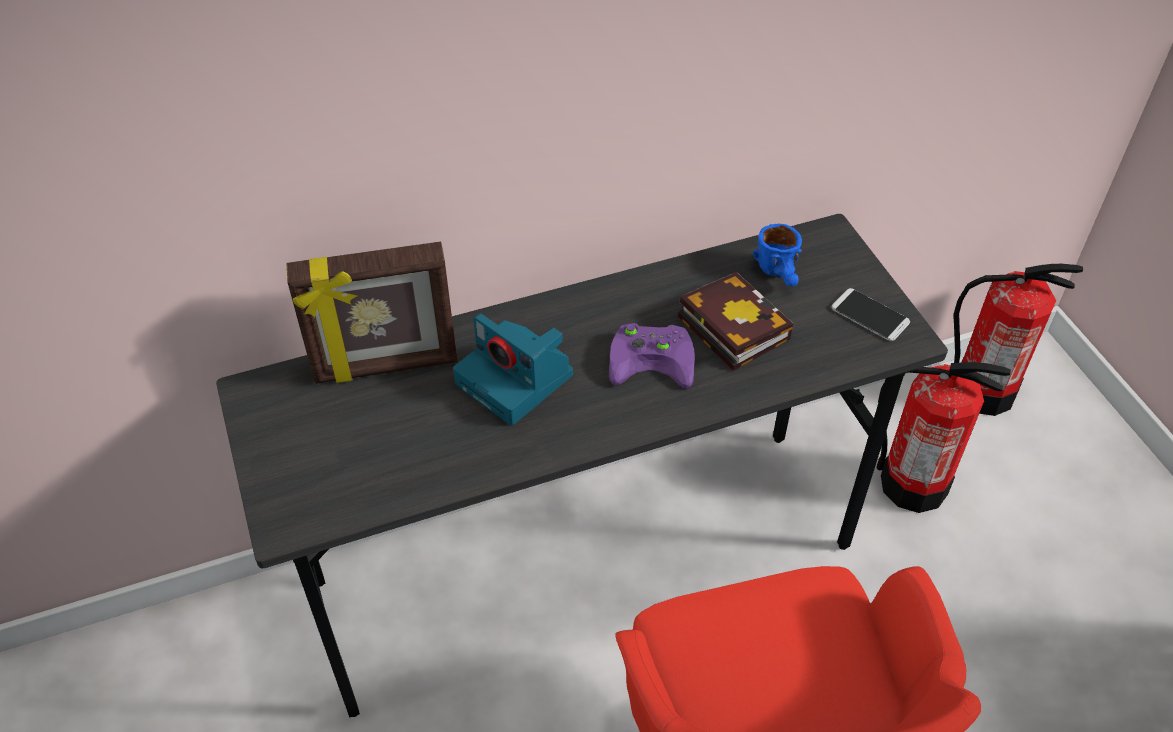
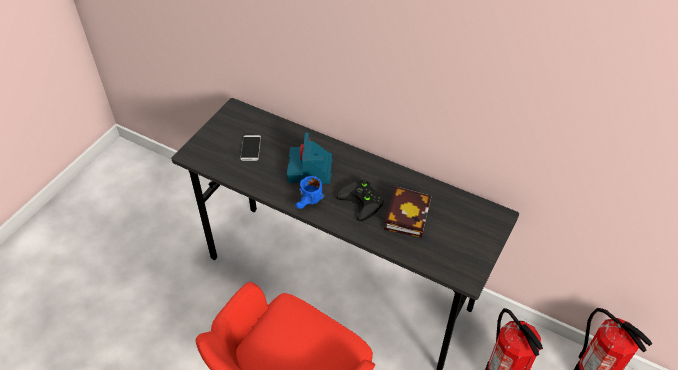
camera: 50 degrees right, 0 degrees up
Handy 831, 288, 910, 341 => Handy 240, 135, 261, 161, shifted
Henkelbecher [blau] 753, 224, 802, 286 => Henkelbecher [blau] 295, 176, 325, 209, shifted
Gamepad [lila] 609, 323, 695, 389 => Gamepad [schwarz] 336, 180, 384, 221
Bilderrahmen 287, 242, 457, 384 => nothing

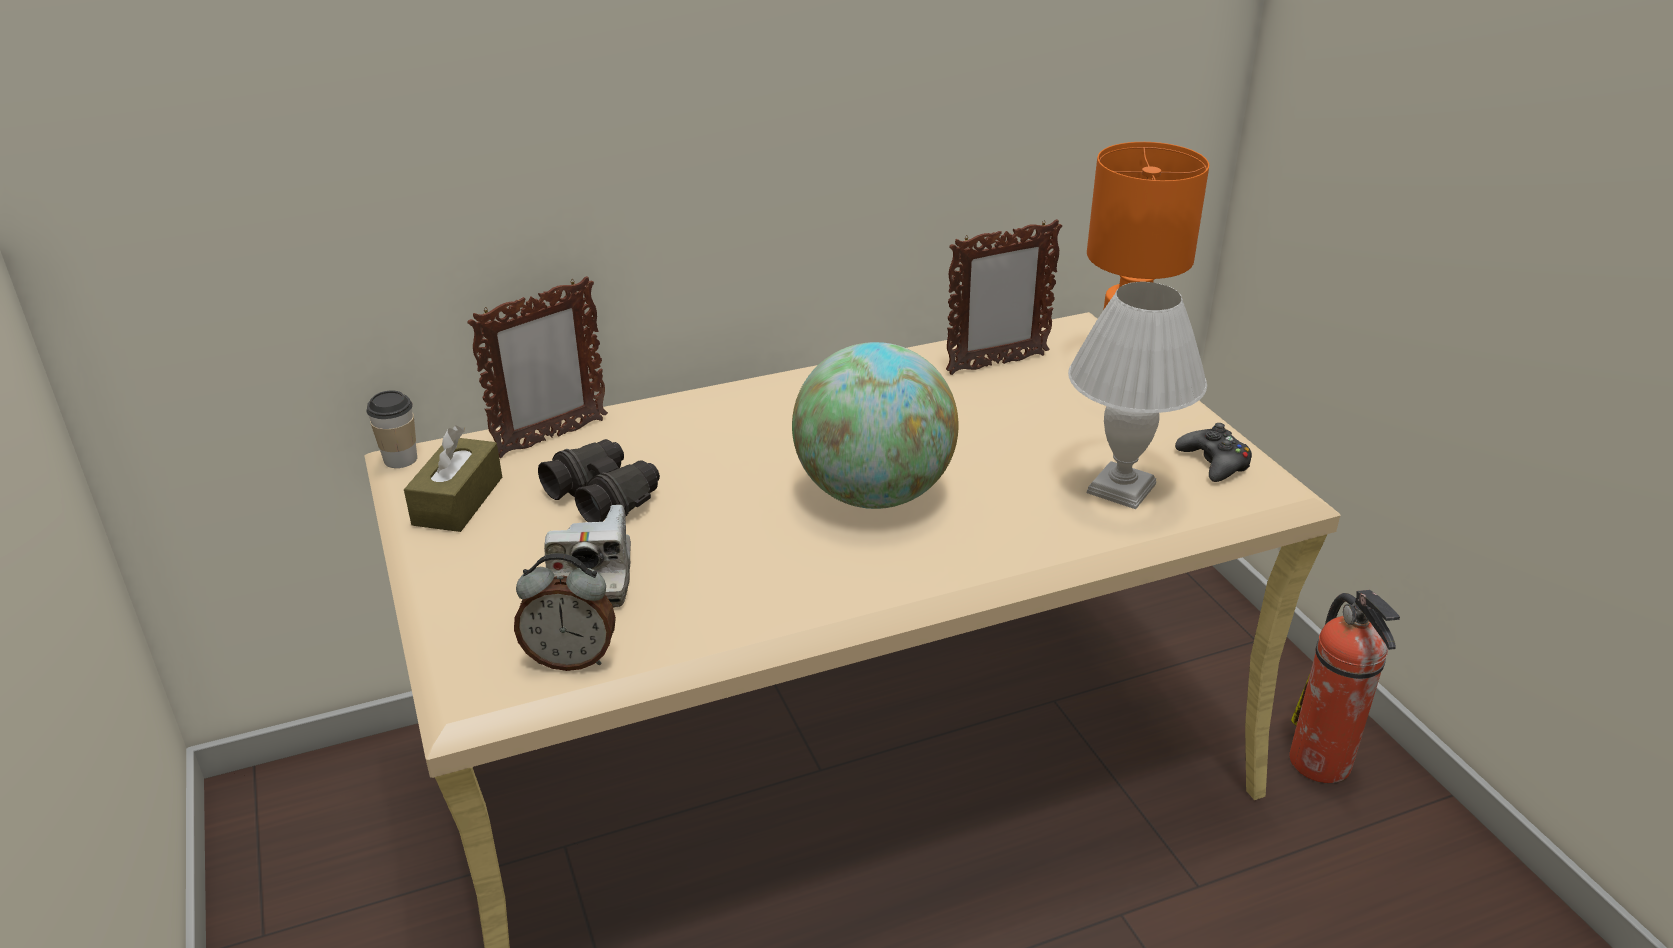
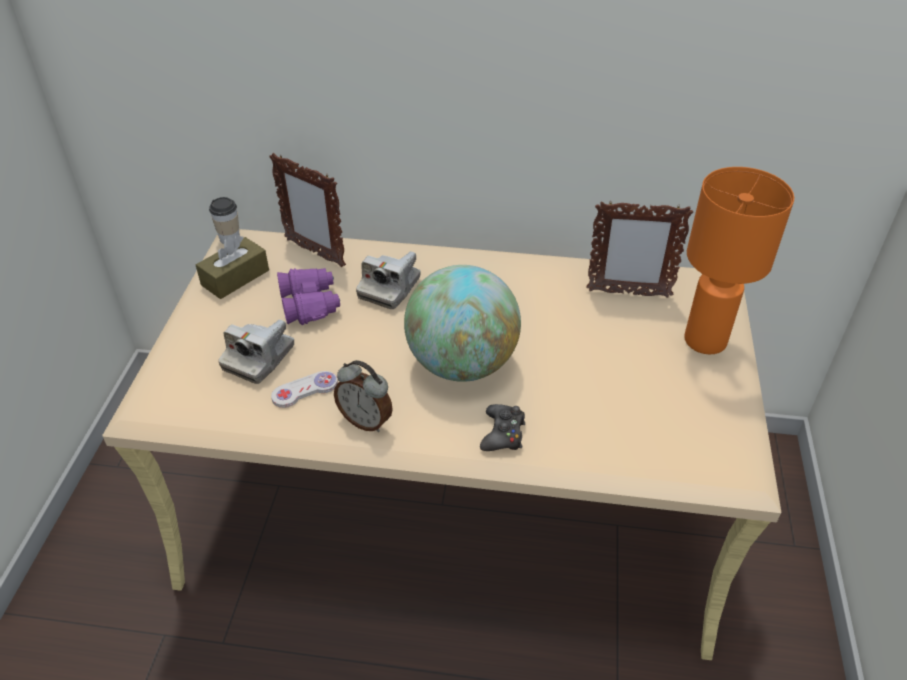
camera: 30 degrees right, 10 degrees up
Bilderrahmen 467, 276, 608, 458 => Bilderrahmen 269, 153, 346, 267, 45 degrees clockwise
nothing => Gamepad [weiß] 271, 371, 338, 408
Fernglas [schwarz] 538, 439, 660, 522 => Fernglas [lila] 277, 268, 340, 325
Wecker 514, 553, 616, 671 => Wecker 334, 360, 393, 432, shifted
nothing => Kamera 356, 251, 421, 309
Gamepad [schwarz] 1175, 423, 1252, 482 => Gamepad [schwarz] 480, 404, 525, 451, shifted
Tischlampe [weiß] 1068, 282, 1207, 509 => nothing
Feuerlöscher 1289, 590, 1400, 783 => nothing

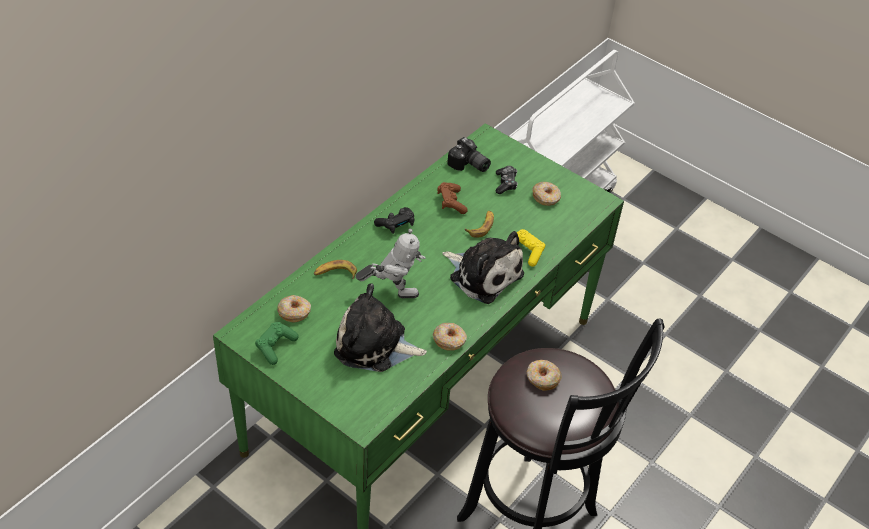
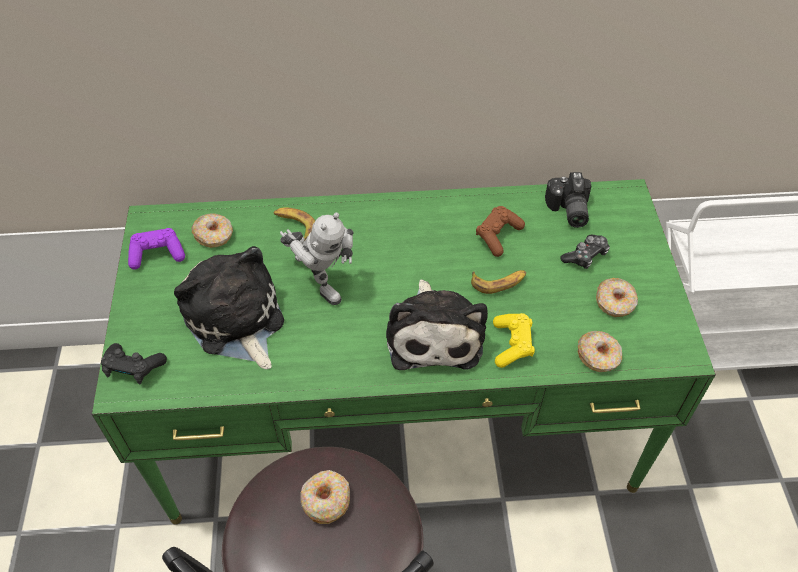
camera: 50 degrees right, 5 degrees up
Gamepad [schwarz] 374, 207, 414, 234 => Gamepad [schwarz] 101, 343, 167, 385, shifted
Gamepad [grün] 255, 322, 299, 365 => Gamepad [lila] 128, 228, 185, 269
Donut 433, 323, 467, 351 => Donut 578, 331, 622, 372, shifted

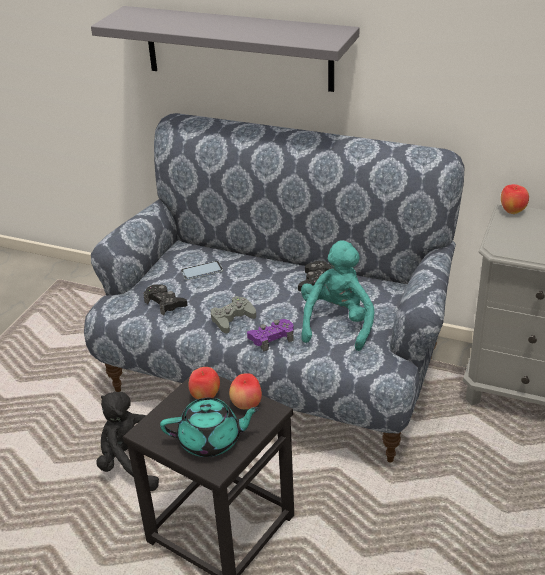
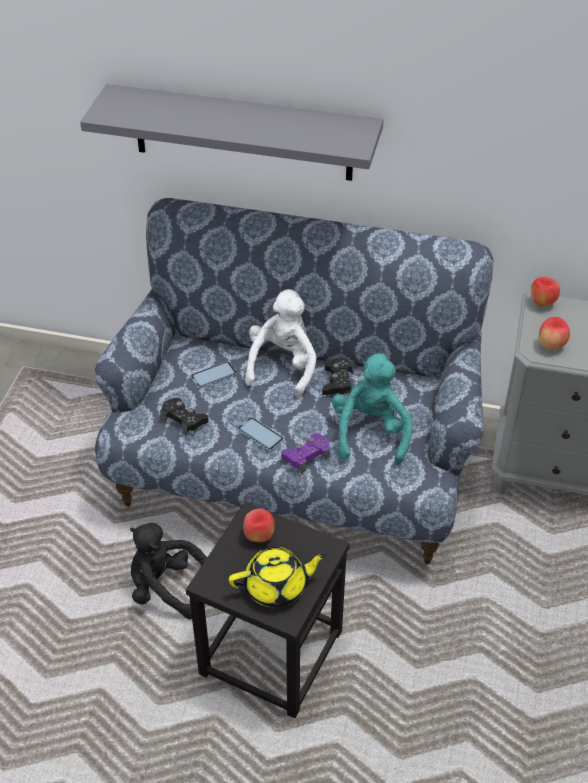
camera: 10 degrees left, 10 degrees up
Teekanne [türkis] 160, 398, 260, 457 => Teekanne [gelb] 229, 547, 327, 607
Gamepad [grau] 211, 296, 256, 334 => Handy 238, 417, 284, 451
nothing => Plüschtier [weiß] 245, 289, 317, 397
Apfel 229, 373, 262, 409 => Apfel 539, 317, 570, 350, shifted

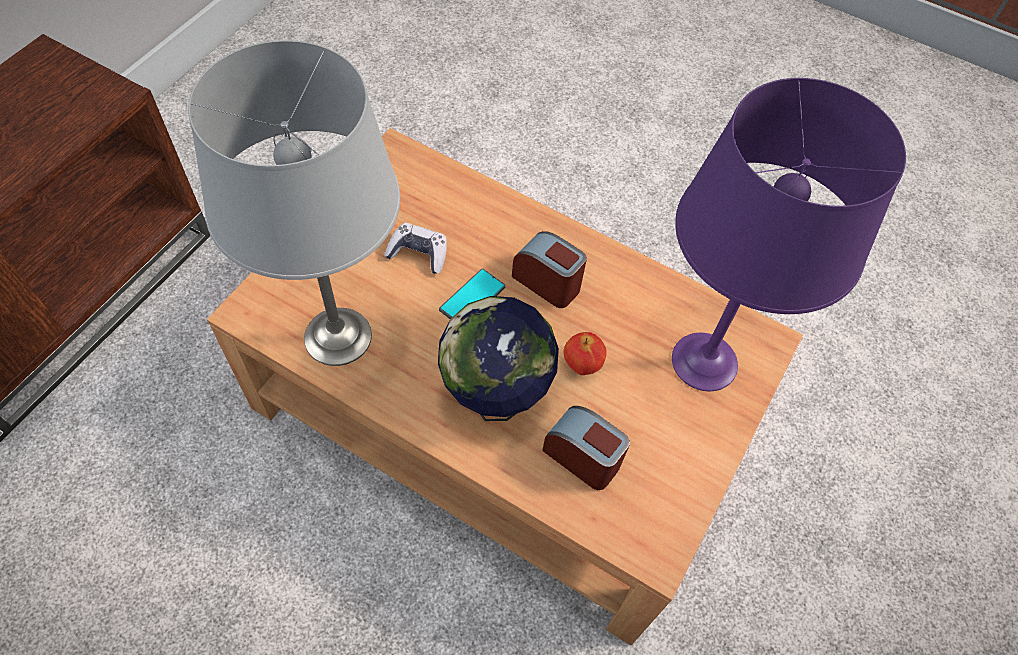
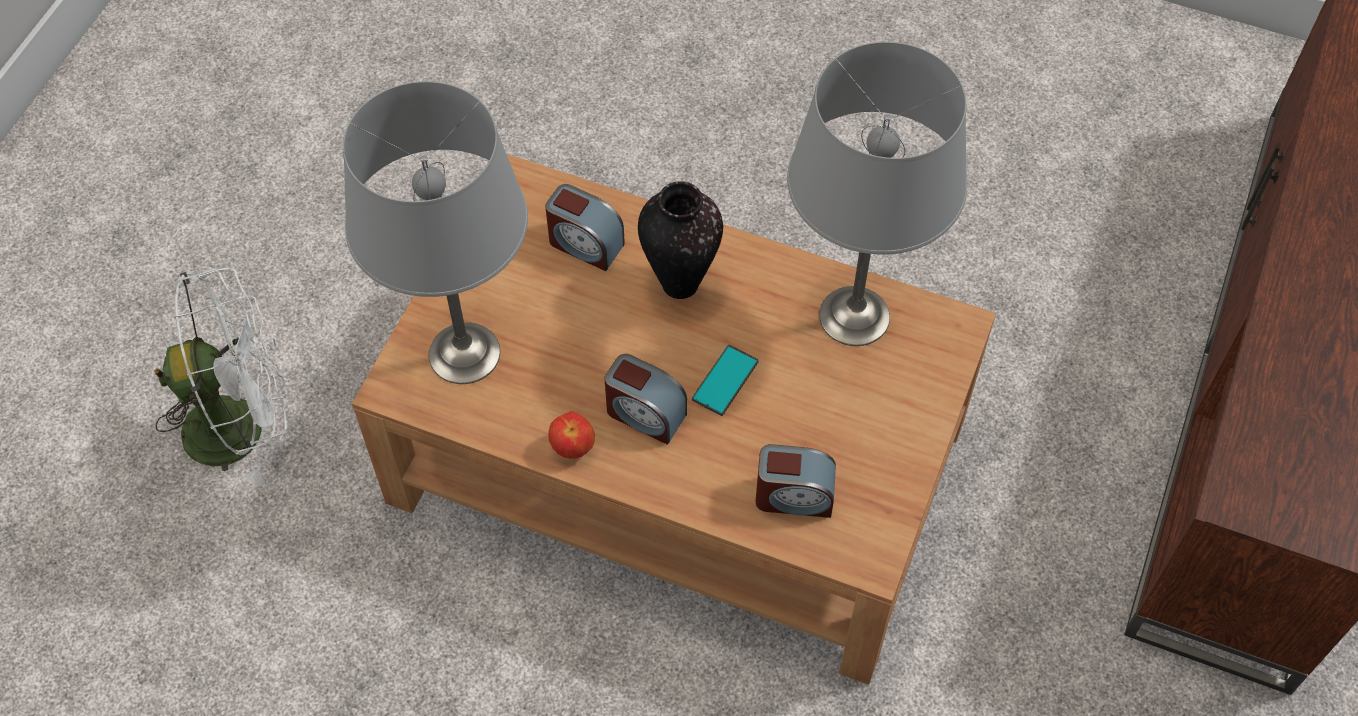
camera: 175 degrees right, 0 degrees up
nothing => Ventilator [weiß] 154, 267, 287, 487
Tischlampe [lila] 672, 78, 906, 391 => Tischlampe [grau] 343, 81, 528, 384
Apfel 563, 332, 607, 375 => Apfel 548, 411, 595, 458, shifted
Globus 438, 296, 559, 421 => Vase 638, 181, 723, 299
nothing => Wecker 756, 444, 836, 518
Gamepad 384, 223, 447, 274 => nothing

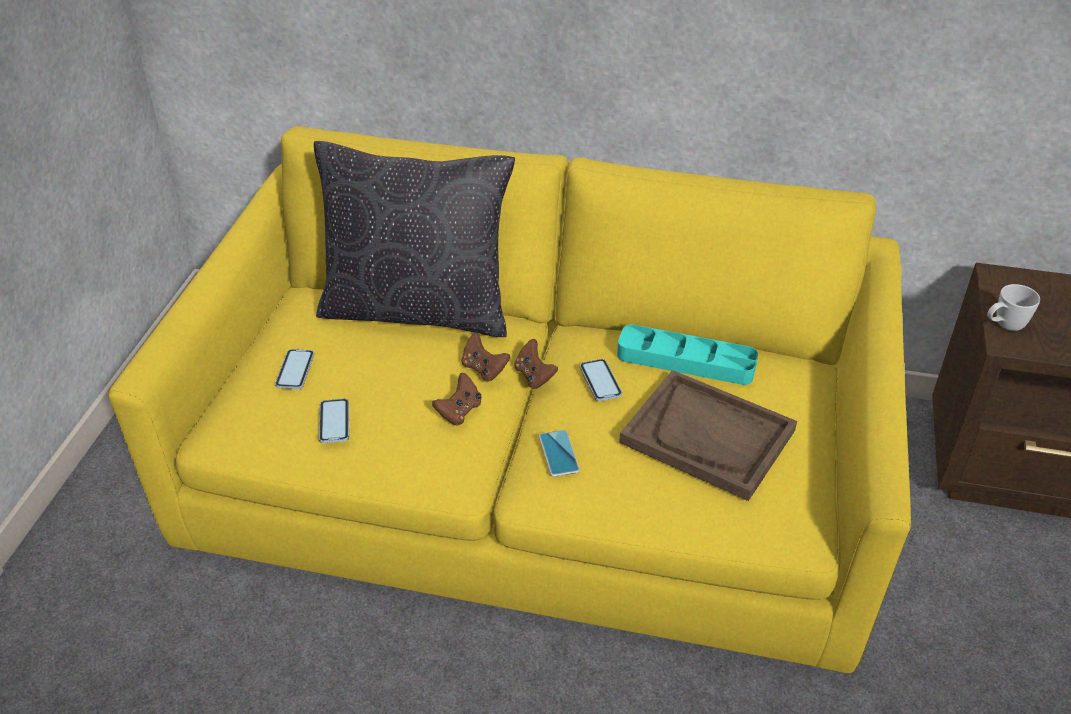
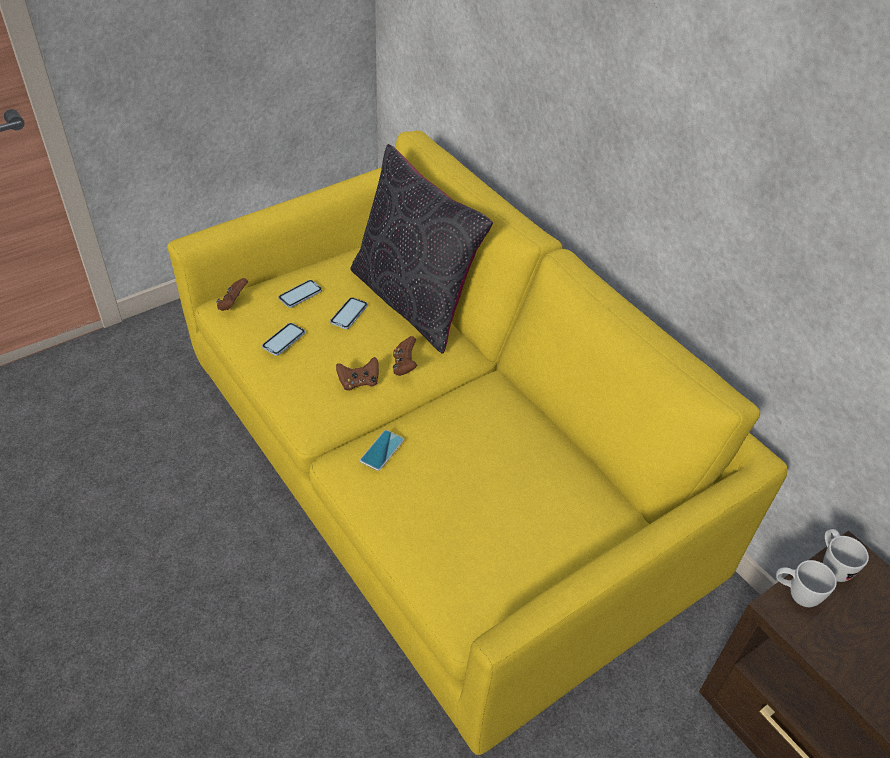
camera: 40 degrees right, 5 degrees up
Gamepad [braun] 514, 339, 558, 389 => Gamepad [braun] 216, 278, 248, 311, shifted
Handy 580, 359, 622, 401 => Handy 330, 297, 368, 329, shifted
nothing => Henkelbecher [weiß] 823, 529, 869, 582
Tablett [türkis] 617, 324, 758, 385 => nothing
Tablett [braun] 619, 370, 797, 501 => nothing

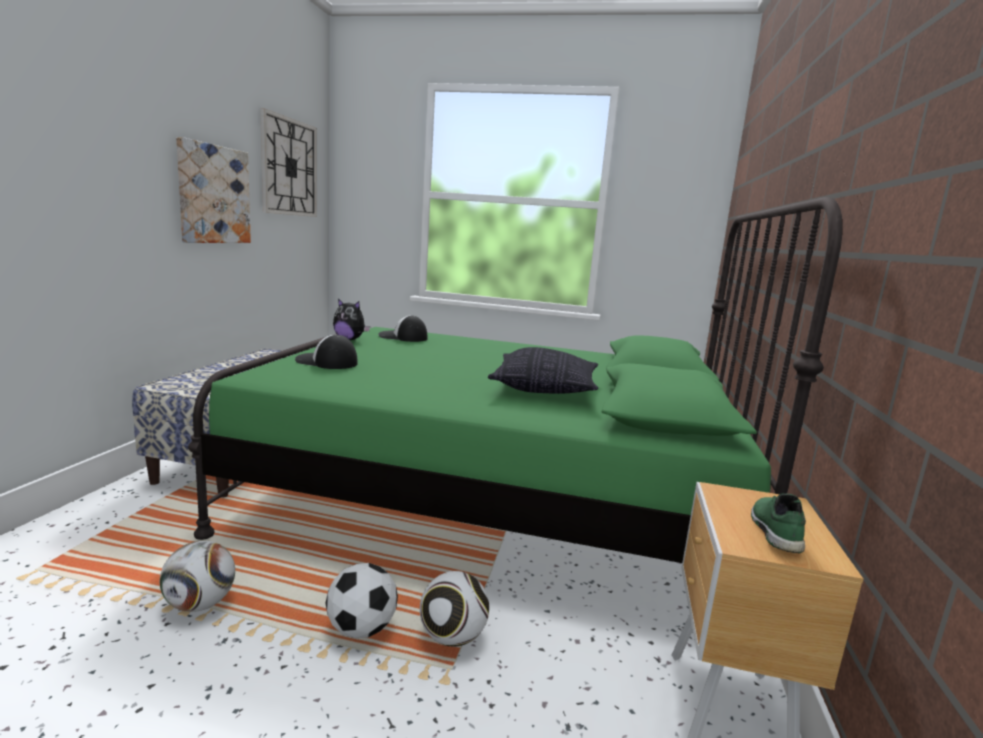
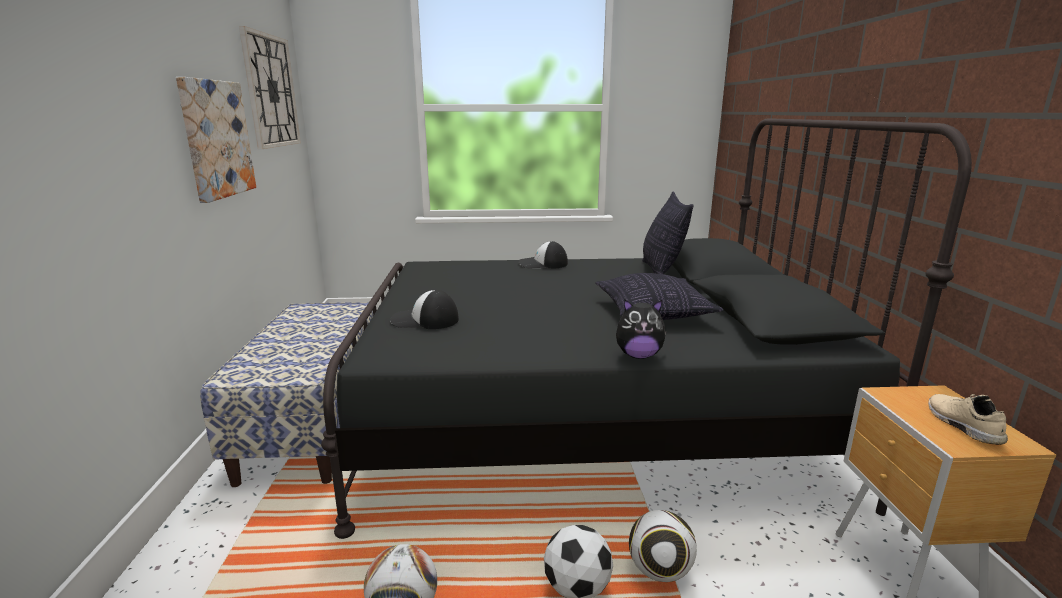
camera: 15 degrees left, 5 degrees up
Bett [grün] 188, 197, 843, 563 => Bett [schwarz] 321, 118, 972, 539
Kappe 378, 315, 427, 342 => Kappe 519, 241, 568, 269, shifted
Plüschtier 333, 299, 370, 340 => Plüschtier 616, 300, 667, 359, shifted
nothing => Kissen 642, 192, 693, 274
Schuh [grün] 751, 493, 806, 553 => Schuh [beige] 928, 394, 1008, 445

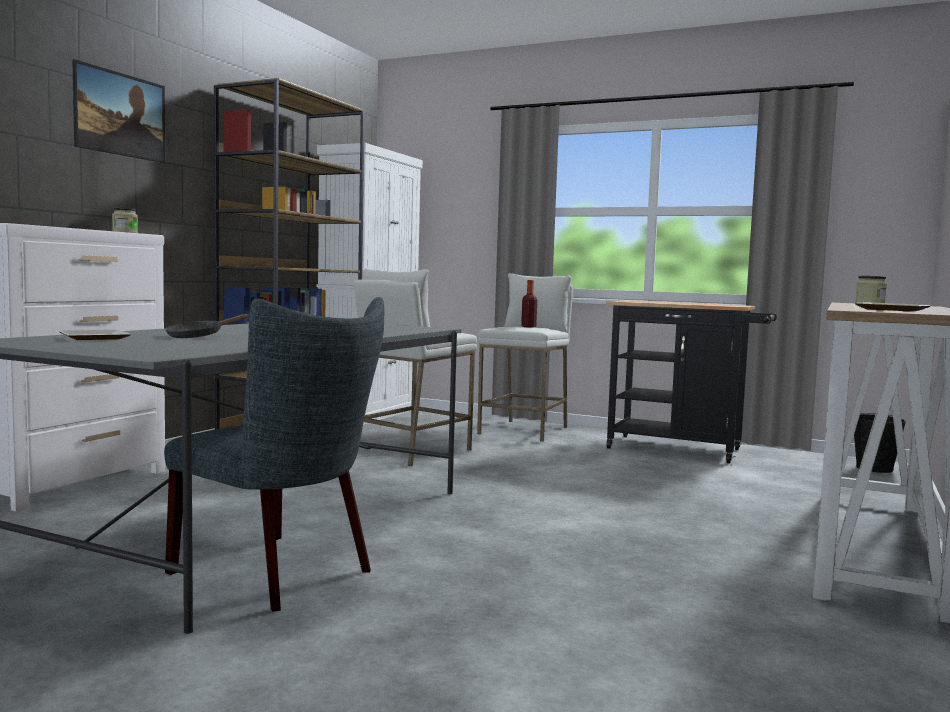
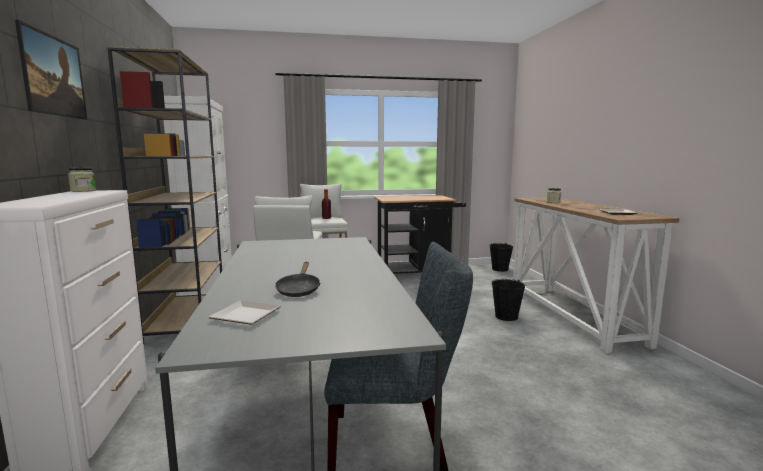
camera: 35 degrees left, 5 degrees up
nothing => Eimer [schwarz] 492, 279, 525, 321

